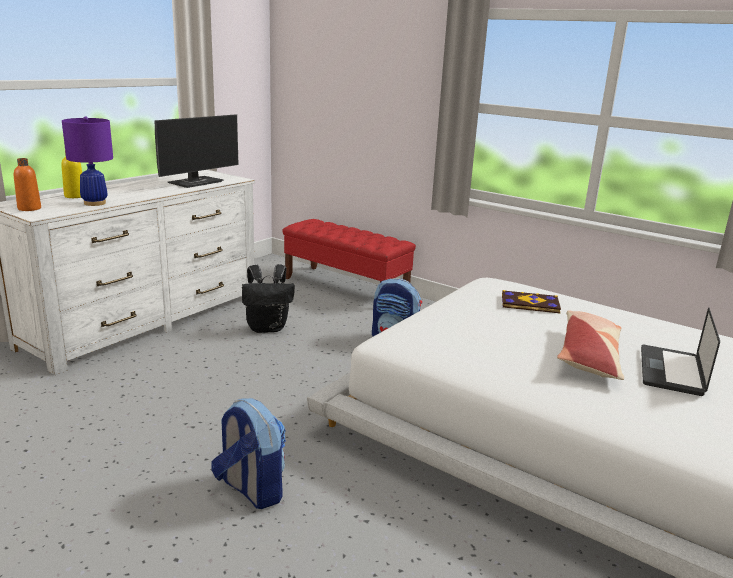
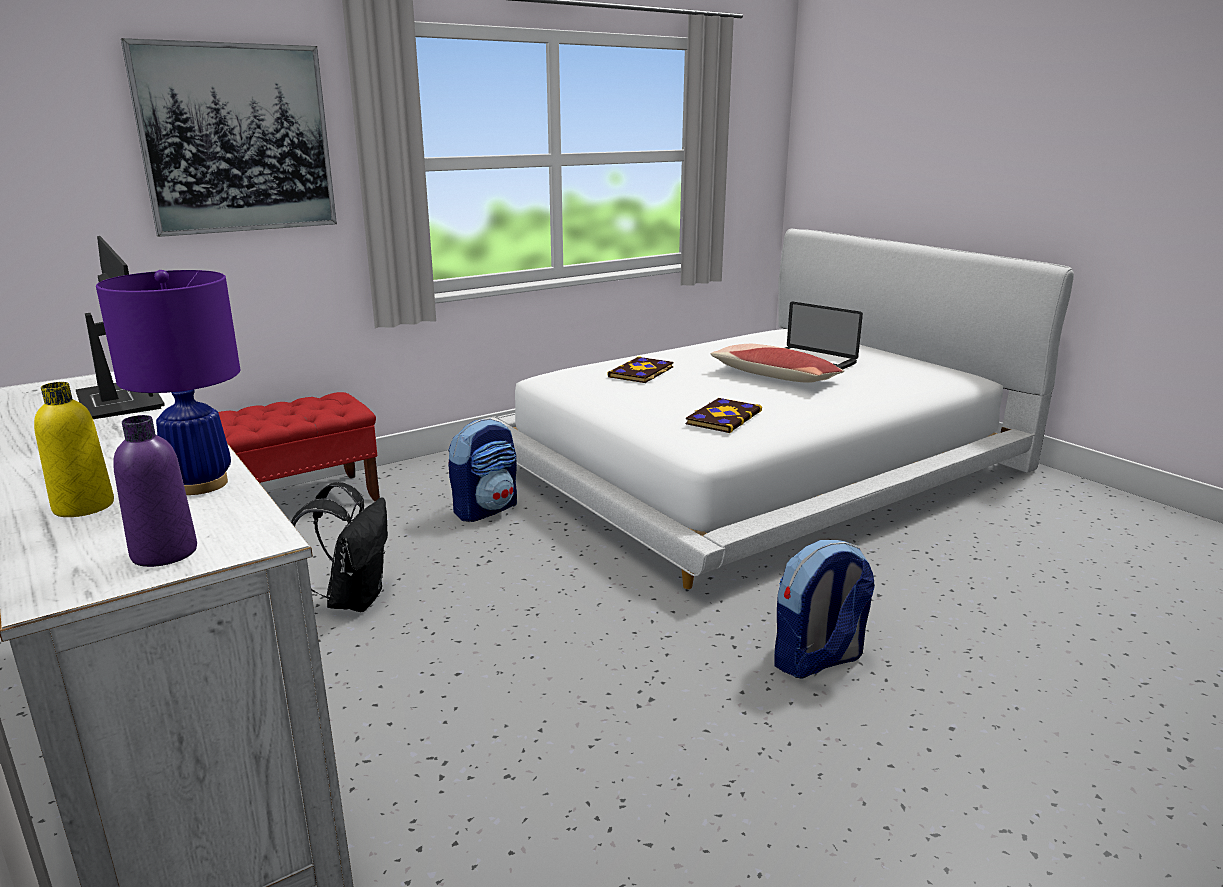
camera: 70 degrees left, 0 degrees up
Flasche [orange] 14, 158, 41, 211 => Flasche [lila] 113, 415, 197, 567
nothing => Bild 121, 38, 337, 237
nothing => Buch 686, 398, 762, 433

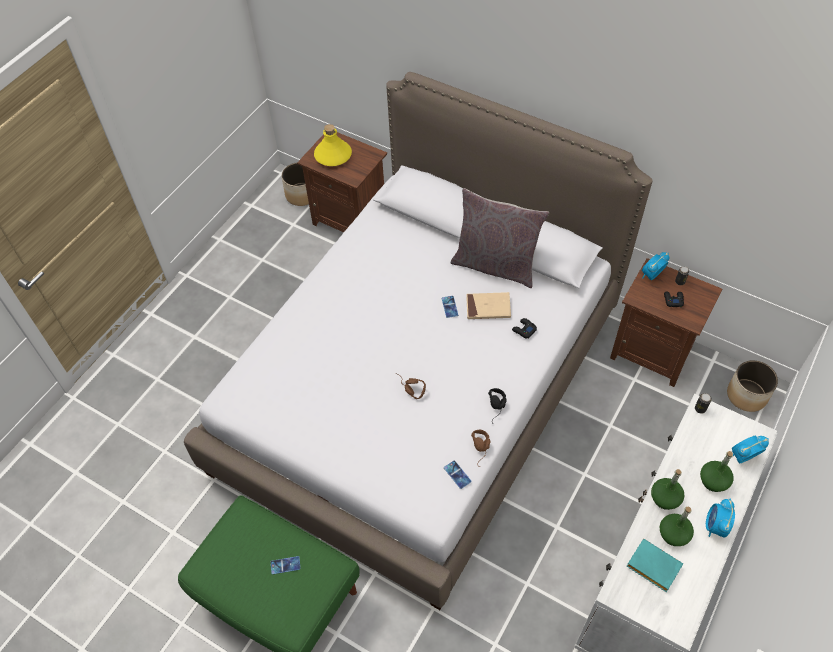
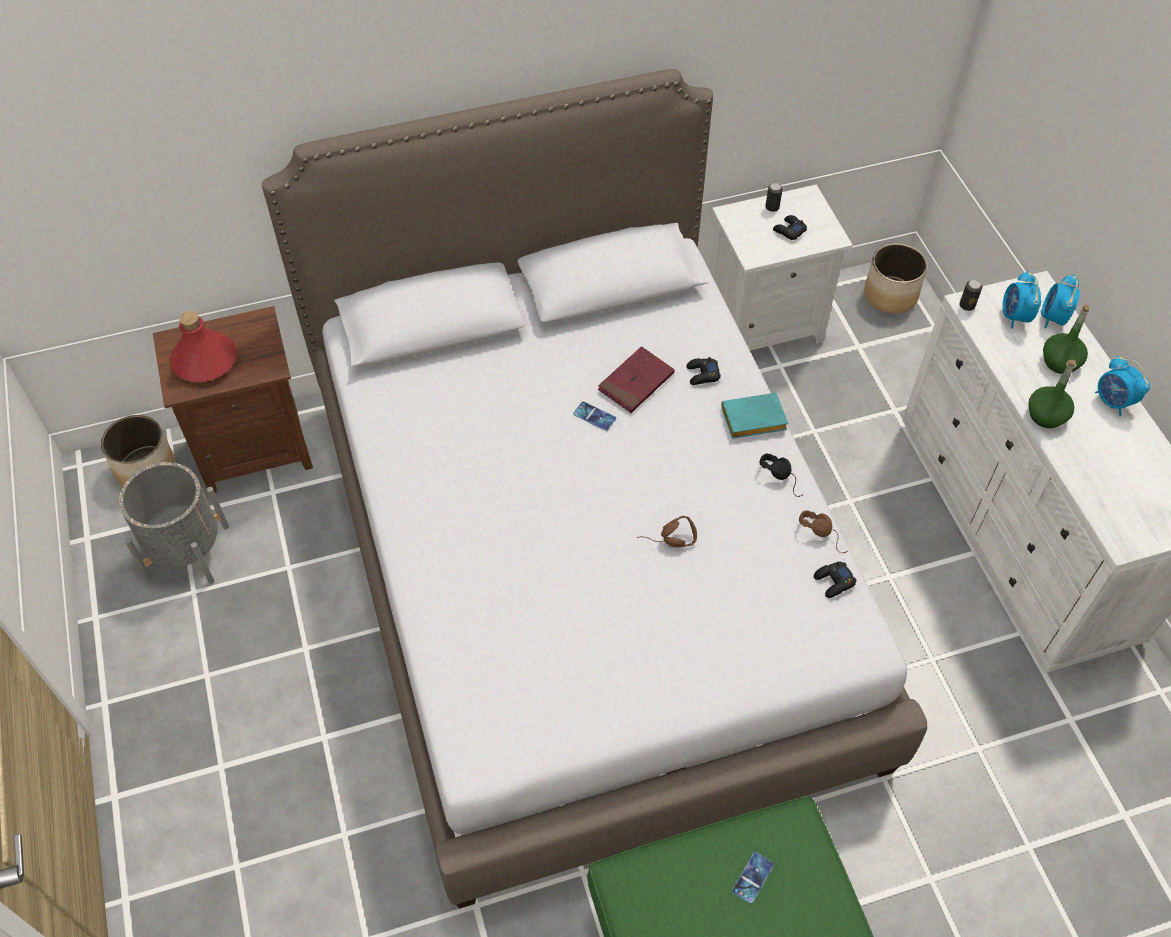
camera: 50 degrees left, 0 degrees up
nothing => Pflanzkübel [grau] 119, 462, 229, 584
Flasche [gelb] 314, 124, 352, 166 => Flasche [rot] 170, 311, 237, 382
Buch [beige] 466, 292, 511, 319 => Buch [rot] 598, 346, 675, 413
Nachttisch [braun] 610, 258, 722, 387 => Nachttisch [weiß] 712, 185, 853, 351
Buch [türkis] 627, 539, 683, 592 => Buch [türkis] 721, 393, 788, 439, shifted
Handy 444, 461, 471, 489 => Gamepad [schwarz] 814, 562, 857, 598
Wecker 642, 252, 669, 280 => Wecker 1003, 271, 1041, 329, shifted
Kissen [grau] 451, 188, 549, 288 => nothing
Flasche [grün] 660, 507, 694, 546 => nothing

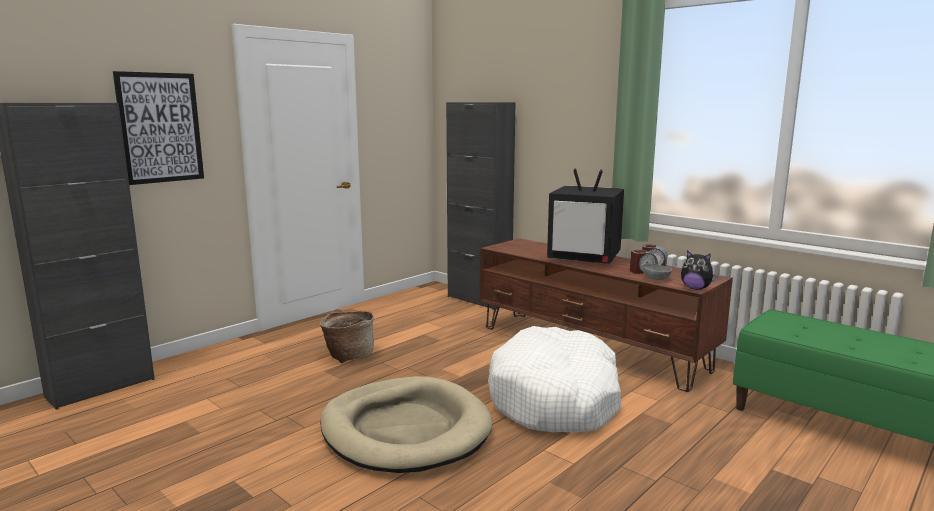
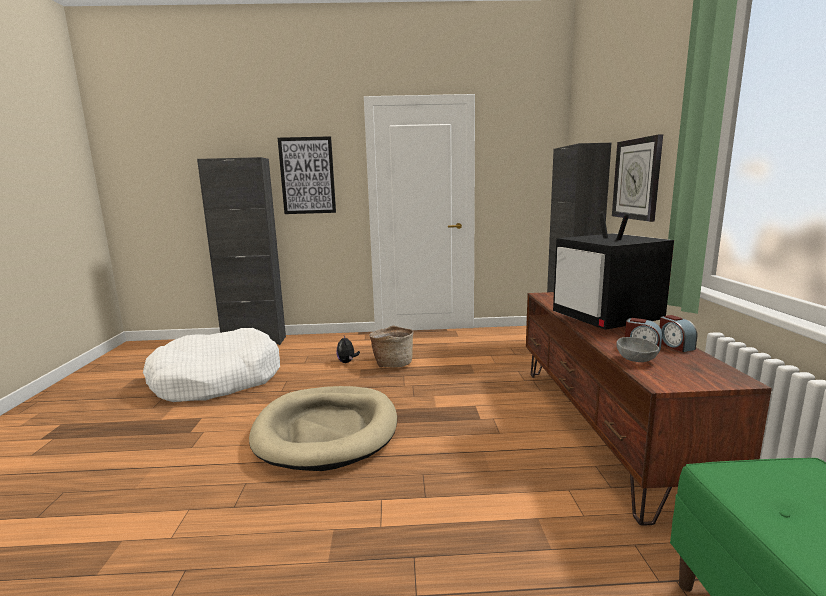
camera: 45 degrees right, 0 degrees up
Hundebett [weiß] 488, 326, 621, 433 => Hundebett [weiß] 143, 328, 280, 402, shifted
Plüschtier 681, 250, 718, 290 => Plüschtier 336, 336, 360, 363, shifted
nothing => Wanduhr 612, 134, 663, 222

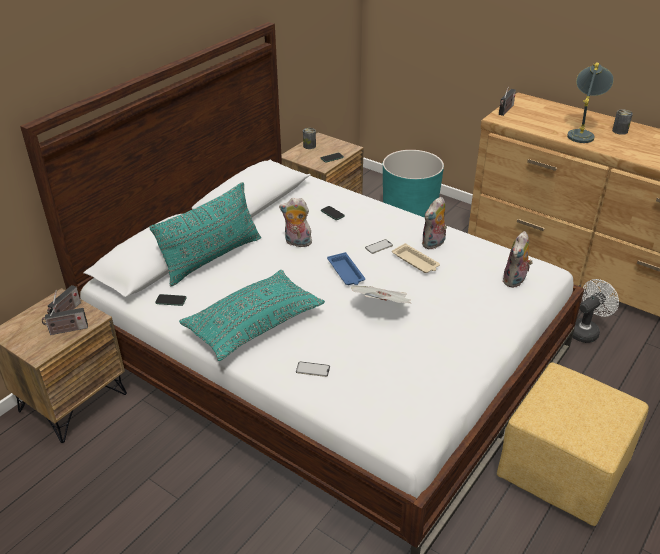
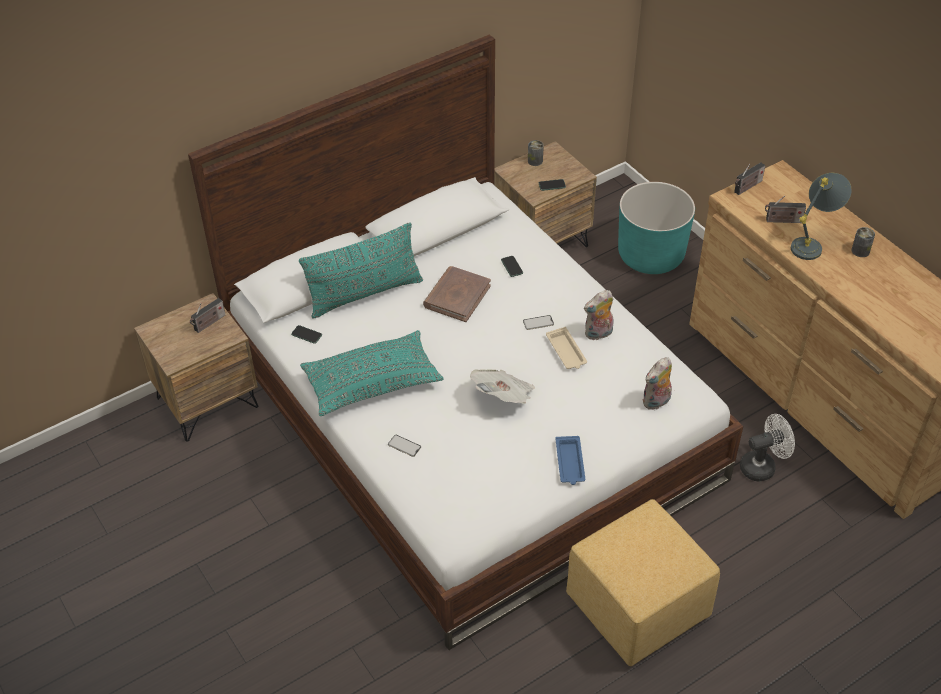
camera: 20 degrees right, 10 degrees up
Plüschtier 279, 198, 312, 249 => Buch [braun] 423, 266, 491, 322
Tablett [blau] 327, 252, 365, 285 => Tablett [blau] 556, 436, 585, 485, shifted
Radio 42, 305, 88, 335 => Radio 765, 196, 806, 223, shifted

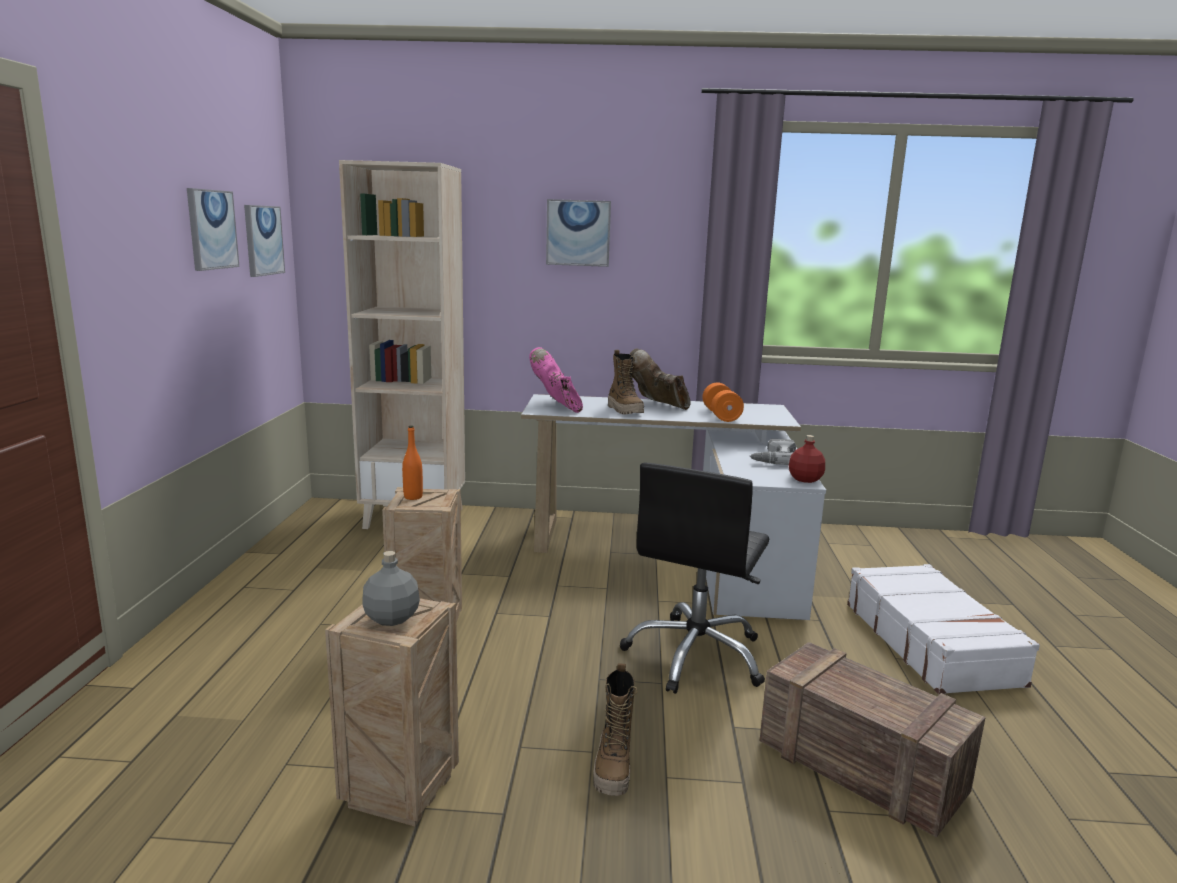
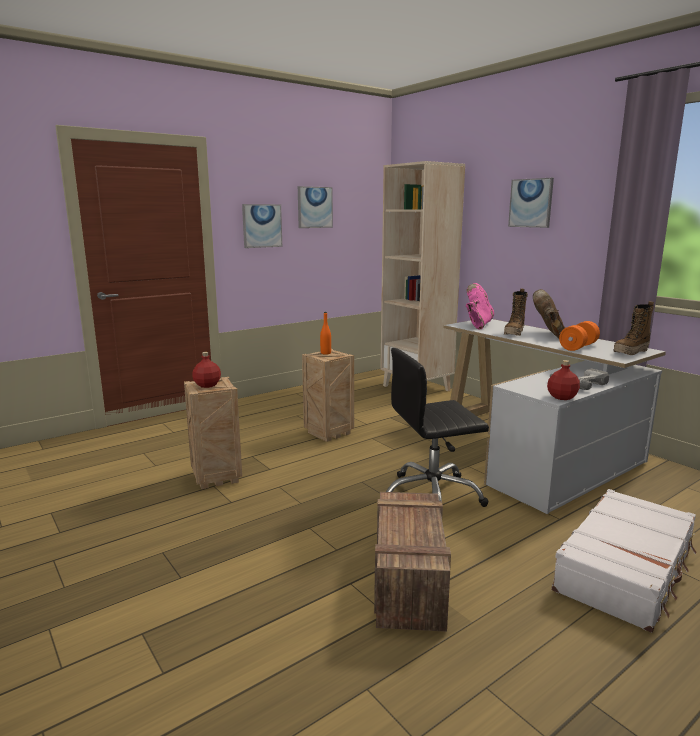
camera: 50 degrees right, 0 degrees up
Flasche [grau] 363, 551, 420, 626 => Flasche [rot] 192, 352, 221, 388
Bild 244, 205, 285, 277 => Bild 242, 204, 282, 248, shifted
Stiefel 593, 663, 638, 796 => Stiefel 613, 301, 654, 355, shifted

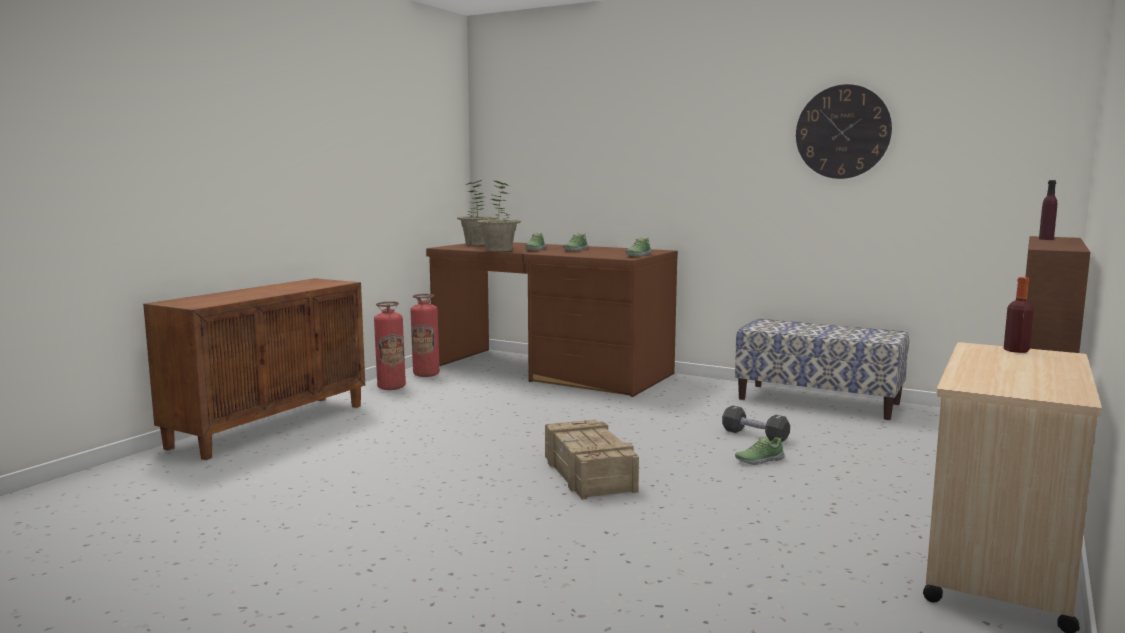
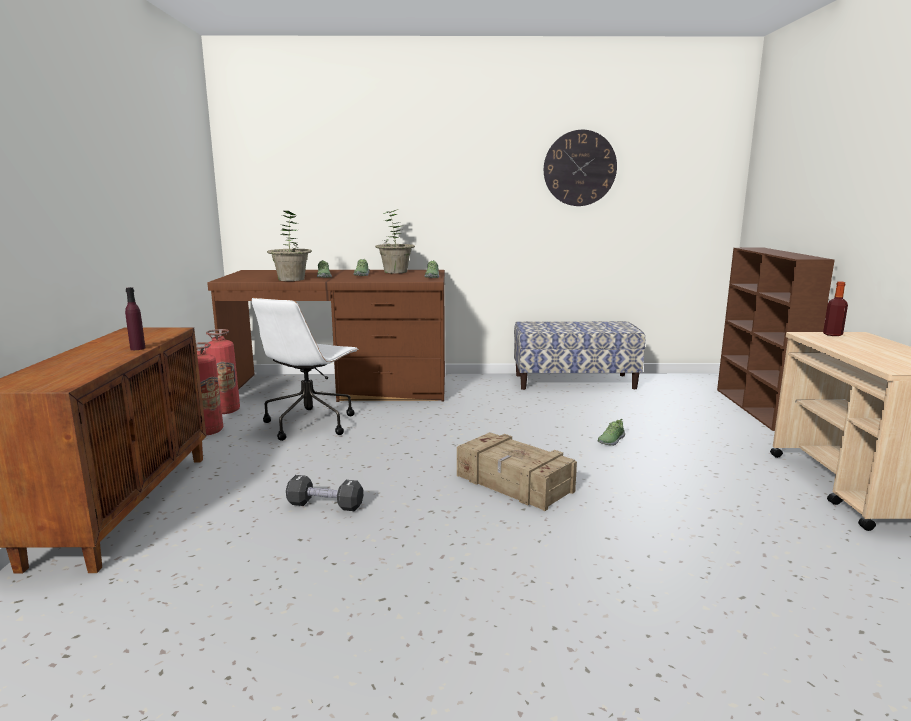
camera: 30 degrees left, 5 degrees up
Flasche [lila] 1039, 180, 1057, 240 => Flasche [lila] 125, 287, 145, 350, shifted
nothing => Bürostuhl [weiß] 252, 298, 359, 441
Hantel [schwarz] 722, 405, 790, 442 => Hantel [schwarz] 286, 475, 363, 511, shifted
Topfpflanze 457, 180, 498, 246 => Topfpflanze 375, 209, 415, 273, shifted

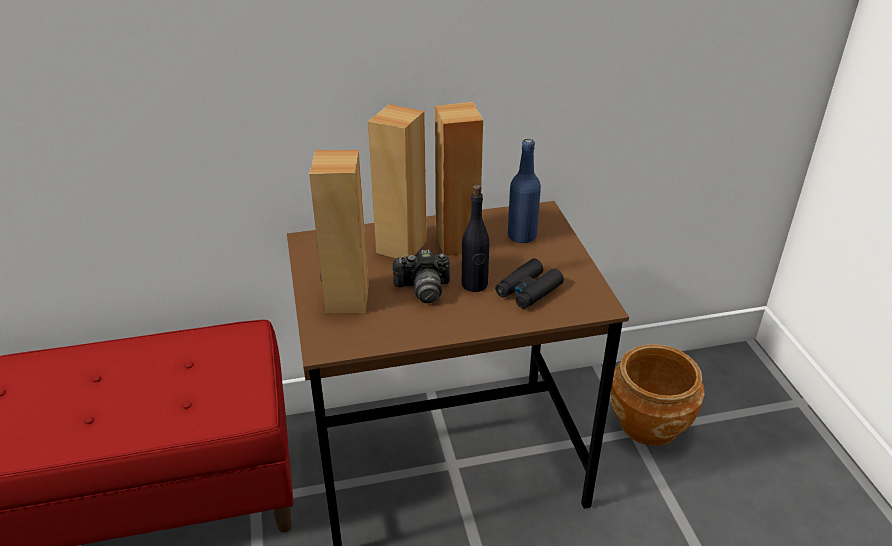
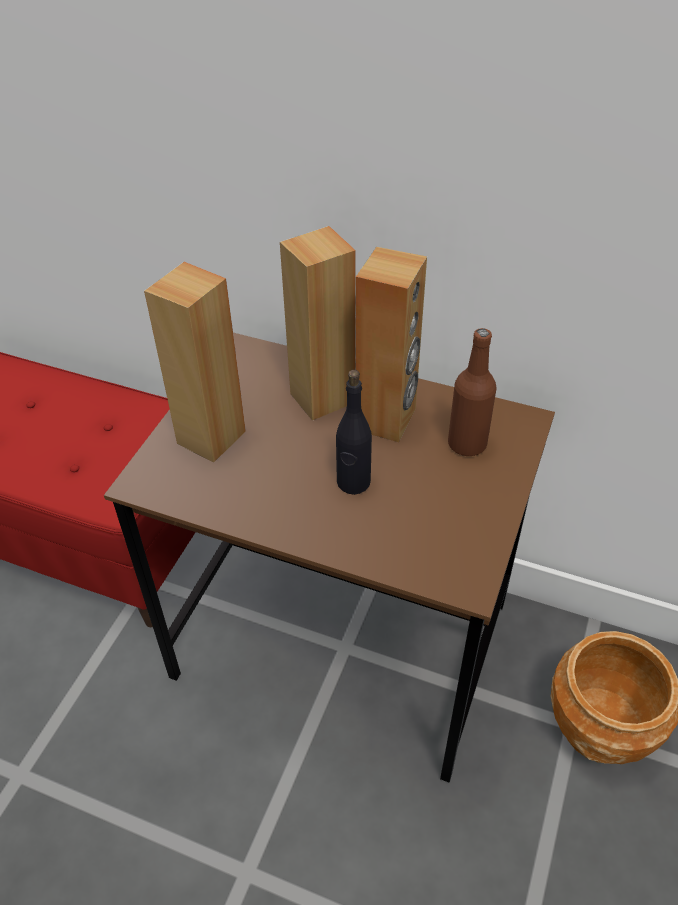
camera: 35 degrees right, 10 degrees up
Flasche [blau] 508, 139, 541, 243 => Flasche [braun] 448, 328, 496, 456
Kamera 391, 249, 450, 303 => nothing
Fernglas [schwarz] 495, 258, 564, 309 => nothing

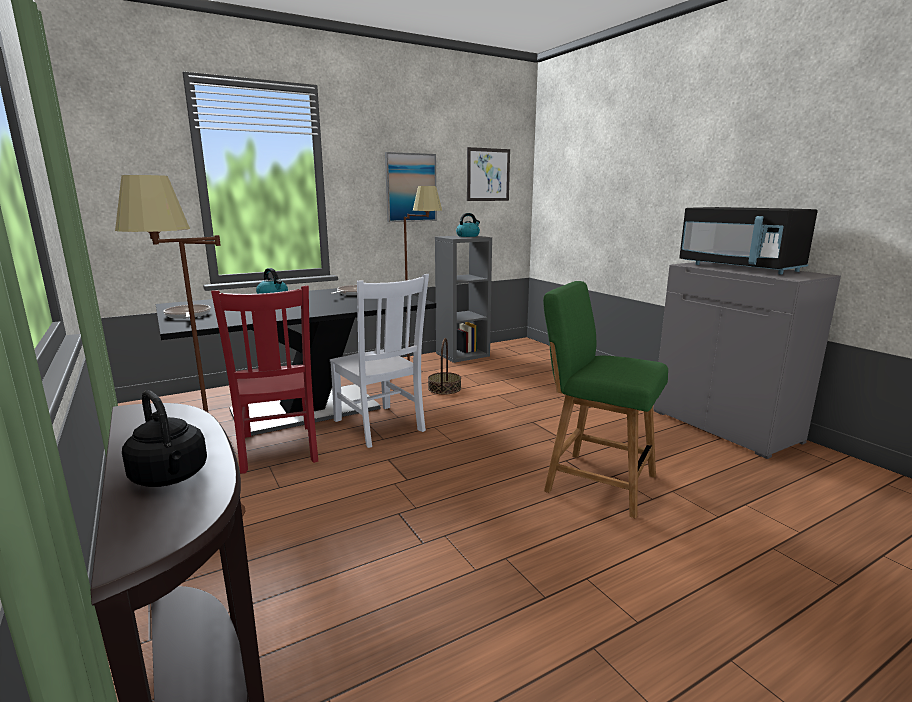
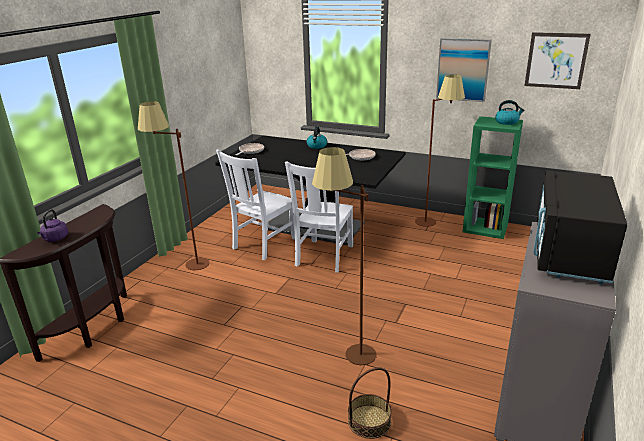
camera: 55 degrees right, 10 degrees up
Wasserkessel [schwarz] 122, 390, 207, 487 => Wasserkessel [lila] 38, 209, 68, 242
Stuhl [rot] 211, 285, 318, 473 => Stuhl [weiß] 216, 149, 295, 260
Stuhl [grün] 543, 281, 668, 518 => Stehlampe [braun] 312, 147, 376, 365
Korb 428, 338, 461, 395 => Korb 348, 367, 392, 439, shifted
Bücherregal [grau] 435, 236, 492, 363 => Bücherregal [grün] 463, 116, 523, 239

